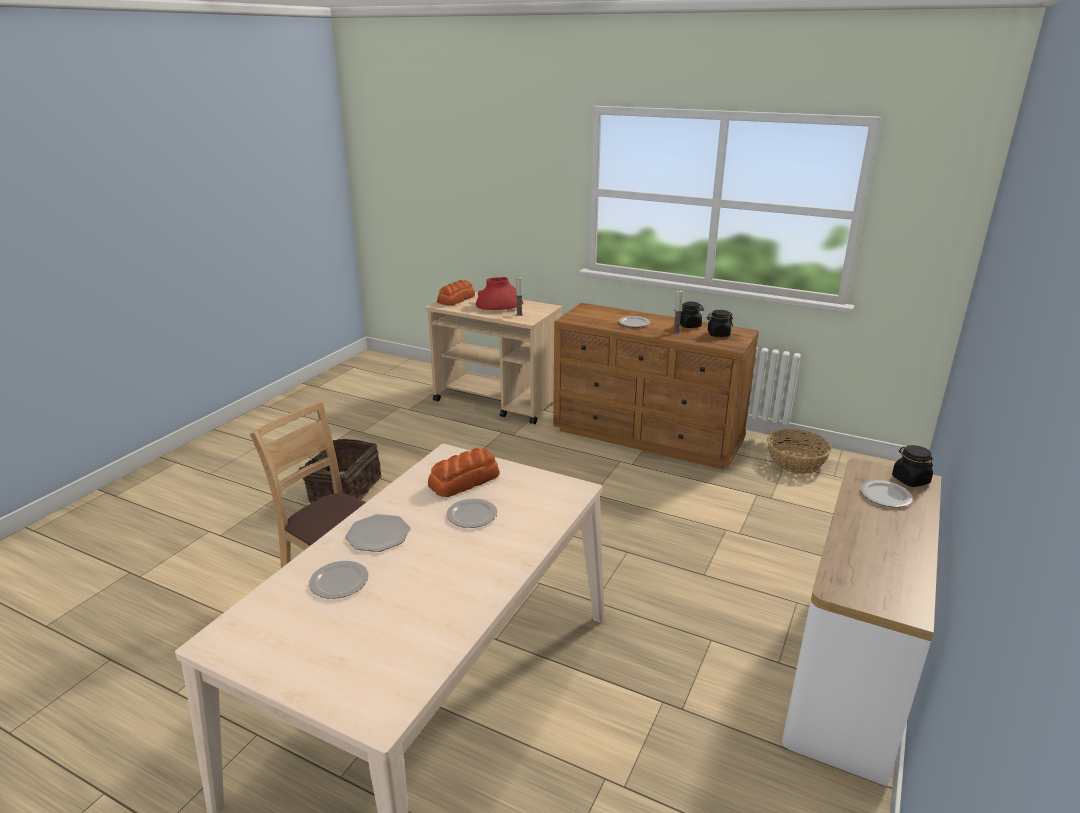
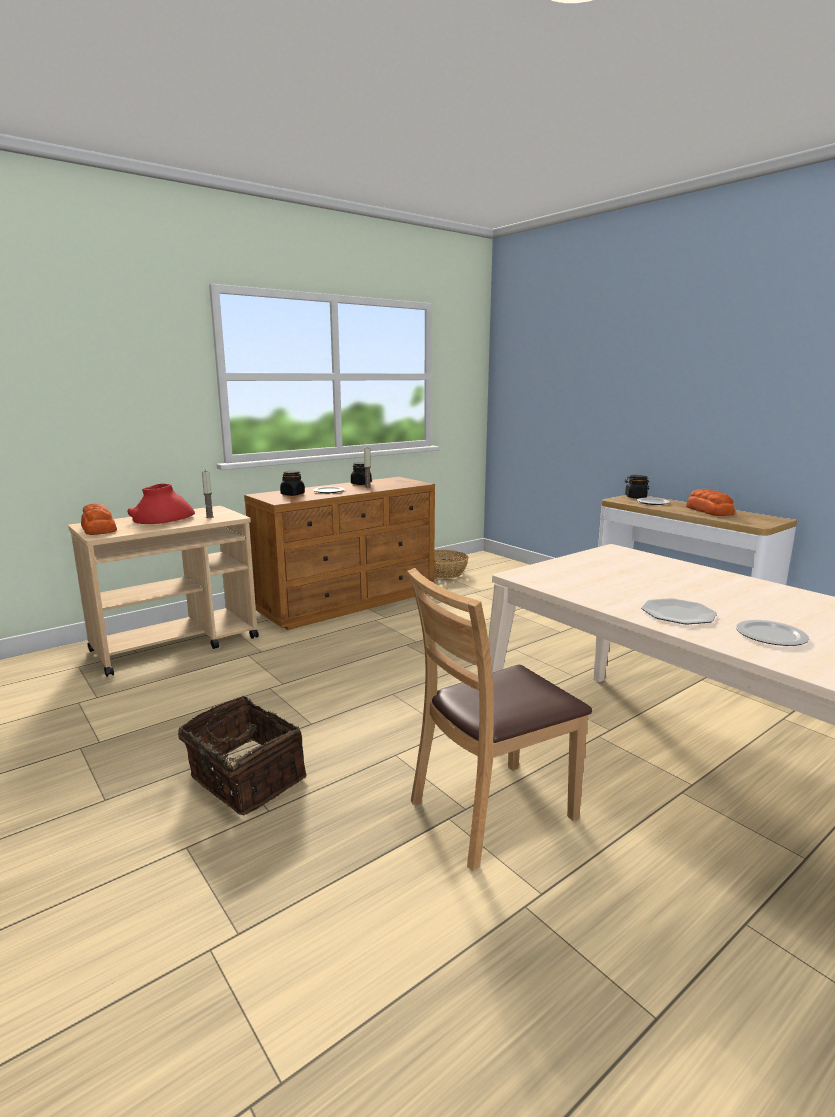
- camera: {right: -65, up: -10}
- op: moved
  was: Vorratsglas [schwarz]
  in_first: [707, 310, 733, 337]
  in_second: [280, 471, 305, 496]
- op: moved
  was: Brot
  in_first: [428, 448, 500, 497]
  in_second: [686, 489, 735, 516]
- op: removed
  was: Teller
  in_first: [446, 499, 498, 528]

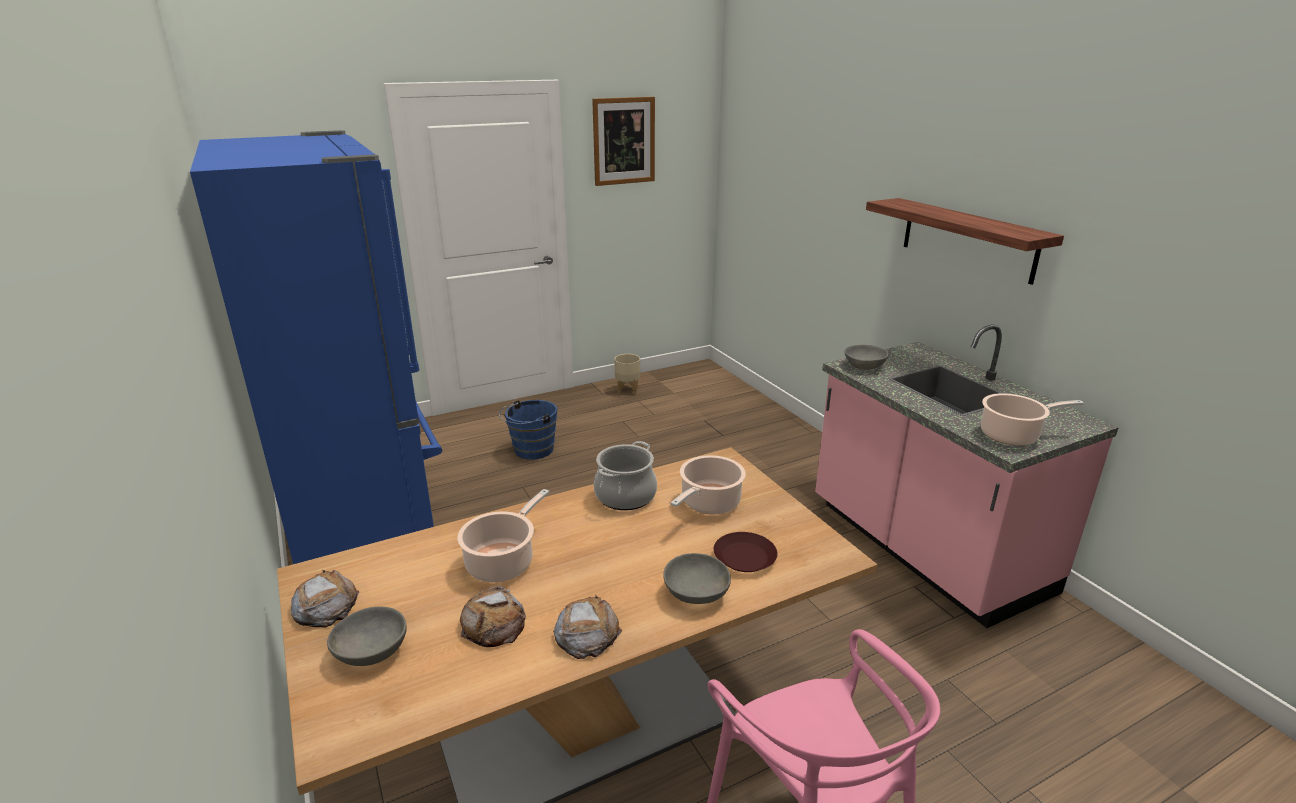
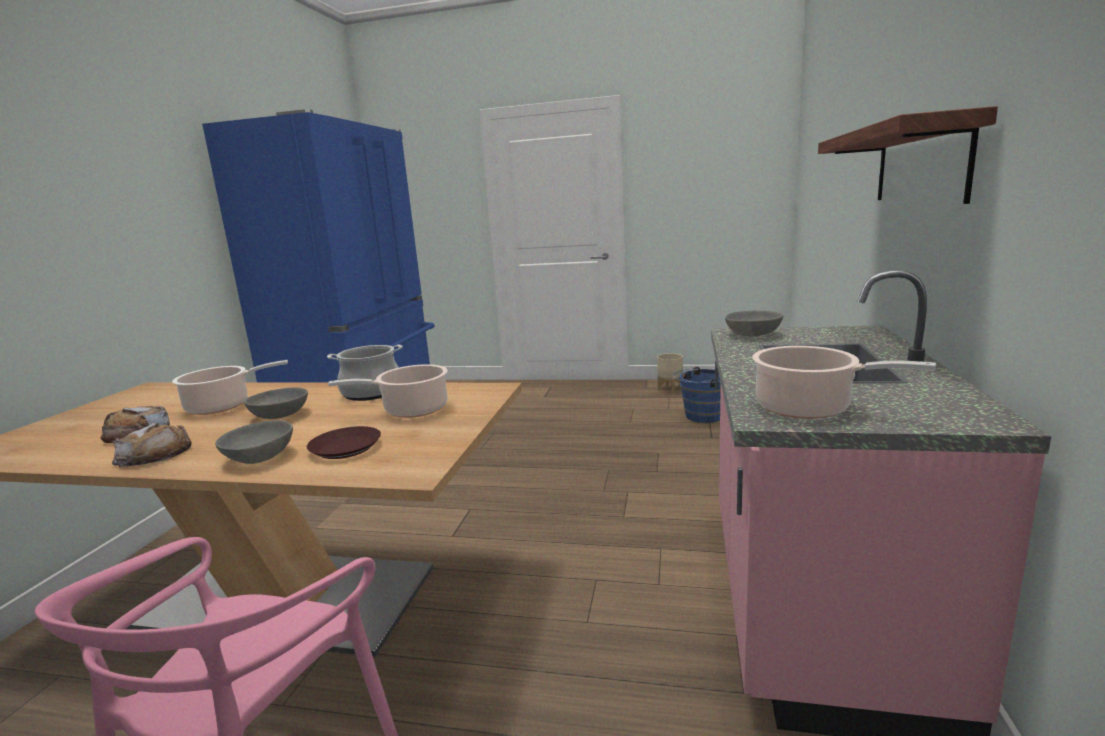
- camera: {right: 40, up: -10}
- op: removed
  was: Bild
  in_first: [592, 97, 655, 186]
- op: moved
  was: Eimer [blau]
  in_first: [499, 400, 557, 460]
  in_second: [673, 367, 721, 423]
- op: removed
  was: Brot
  in_first: [291, 570, 360, 628]
- op: moved
  was: Schüssel [grau]
  in_first: [327, 607, 407, 666]
  in_second: [244, 387, 308, 419]

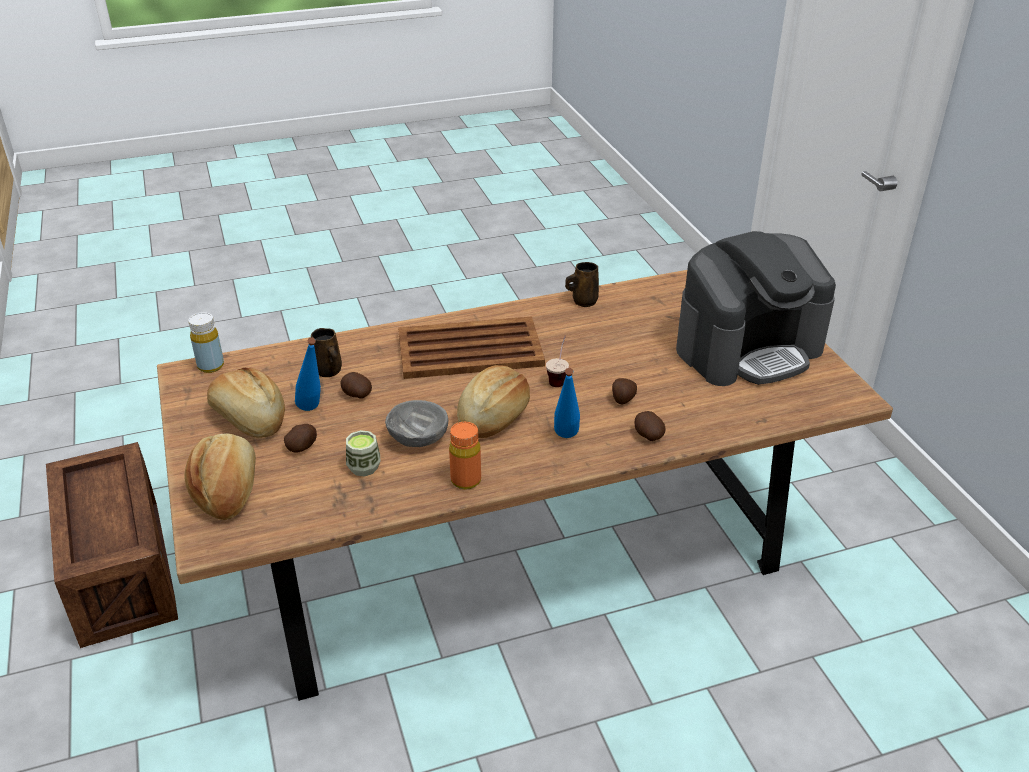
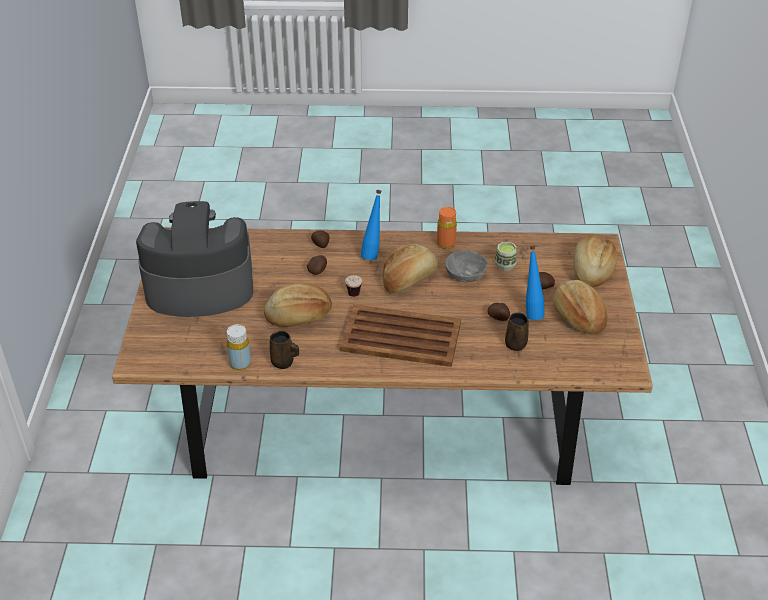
- camera: {right: -160, up: 5}
- op: moved
  was: Flasche [gelb]
  in_first: [188, 312, 224, 373]
  in_second: [227, 324, 251, 371]
- op: removed
  was: Kiste
  in_first: [46, 442, 178, 648]
- op: added
  now: Brot
  in_second: [264, 283, 332, 327]

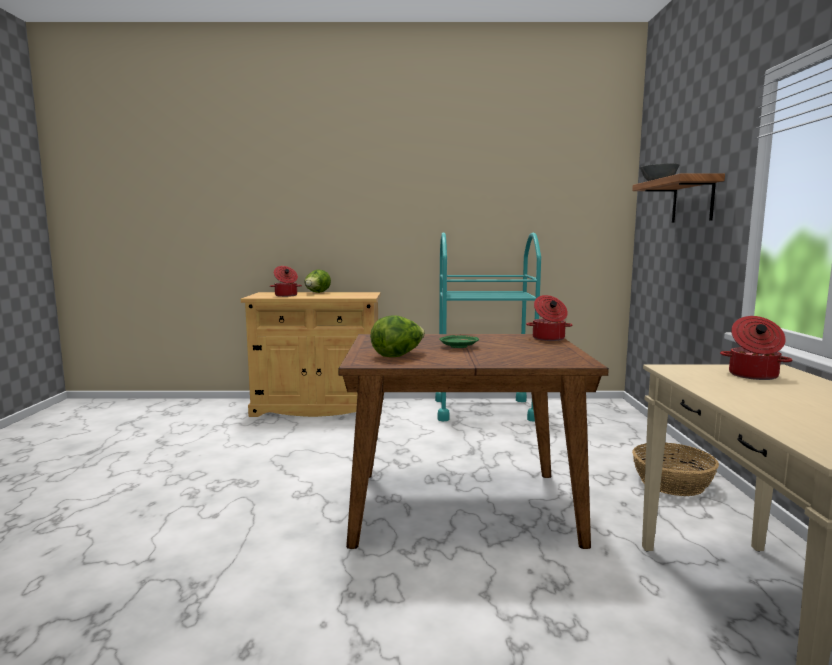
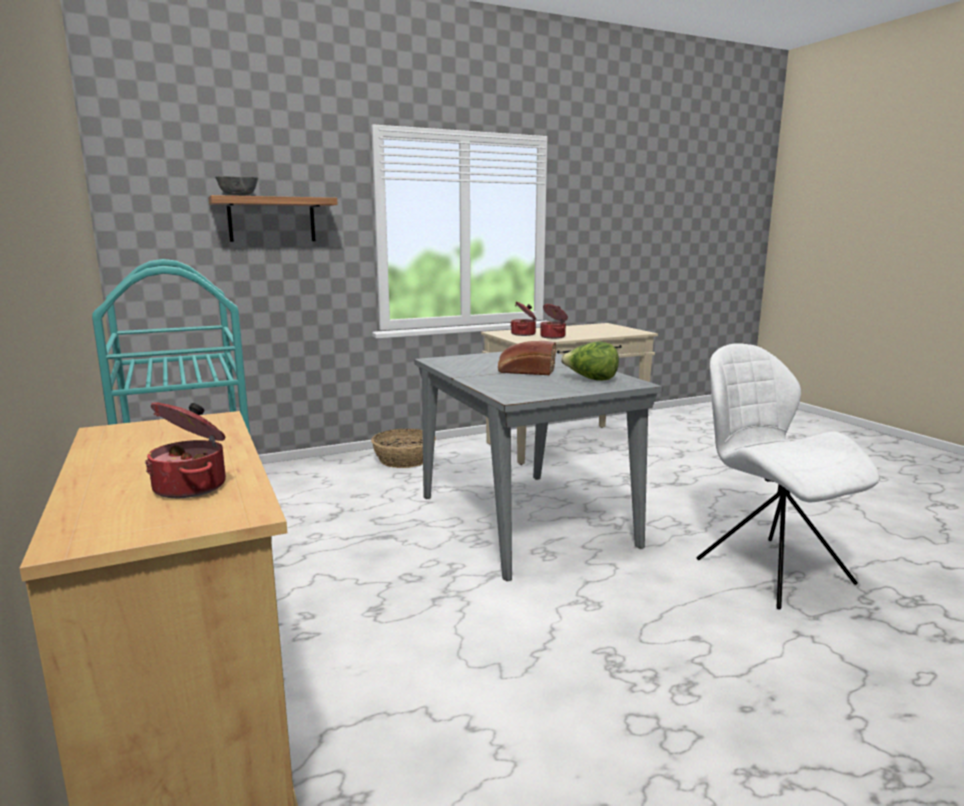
- camera: {right: -115, up: 5}
- op: removed
  was: Salatkopf
  in_first: [304, 269, 331, 293]
- op: moved
  was: Kochtopf
  in_first: [526, 295, 573, 341]
  in_second: [540, 304, 568, 339]
- op: recoloured
  was: Esstisch [braun]
  now: Esstisch [grau]
  in_first: [338, 334, 609, 549]
  in_second: [415, 352, 662, 581]
- op: replaced
  was: Teller [grün]
  now: Brot
  in_first: [439, 335, 479, 348]
  in_second: [498, 341, 556, 375]
- op: added
  now: Stuhl [weiß]
  in_second: [697, 343, 880, 609]

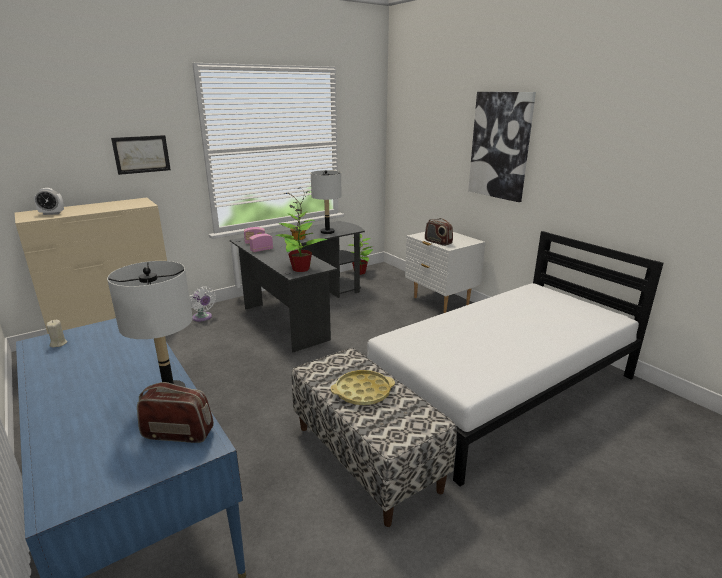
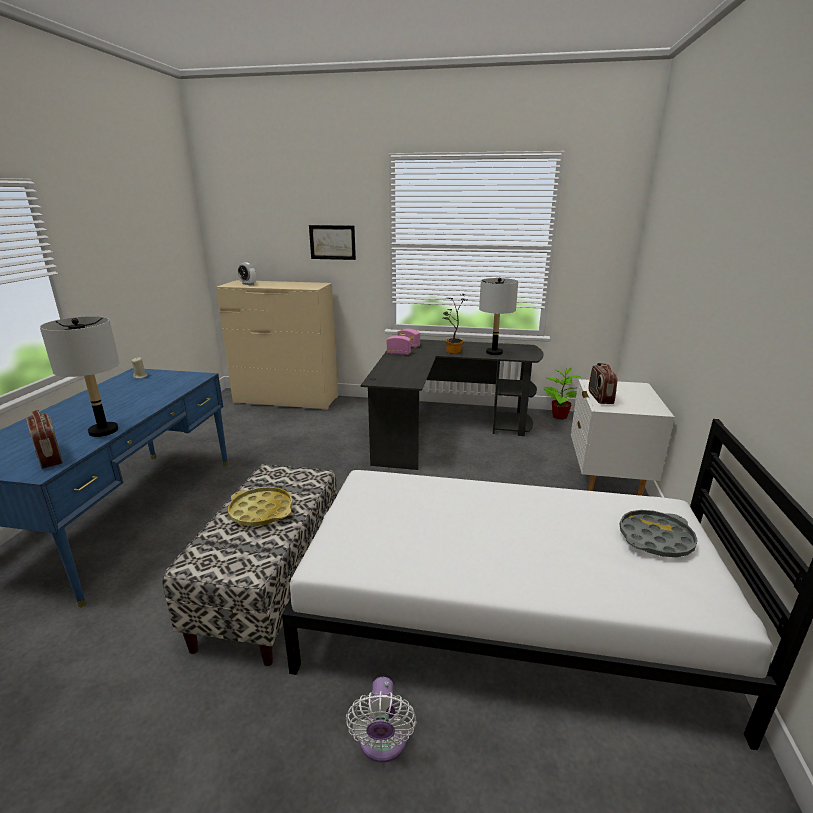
- camera: {right: 45, up: 0}
- op: removed
  was: Bild
  in_first: [468, 92, 536, 202]
- op: removed
  was: Topfpflanze
  in_first: [275, 211, 328, 272]
- op: moved
  was: Ventilator [weiß]
  in_first: [191, 287, 216, 321]
  in_second: [346, 677, 416, 763]
- op: added
  now: Tablett [grau]
  in_second: [620, 510, 698, 557]

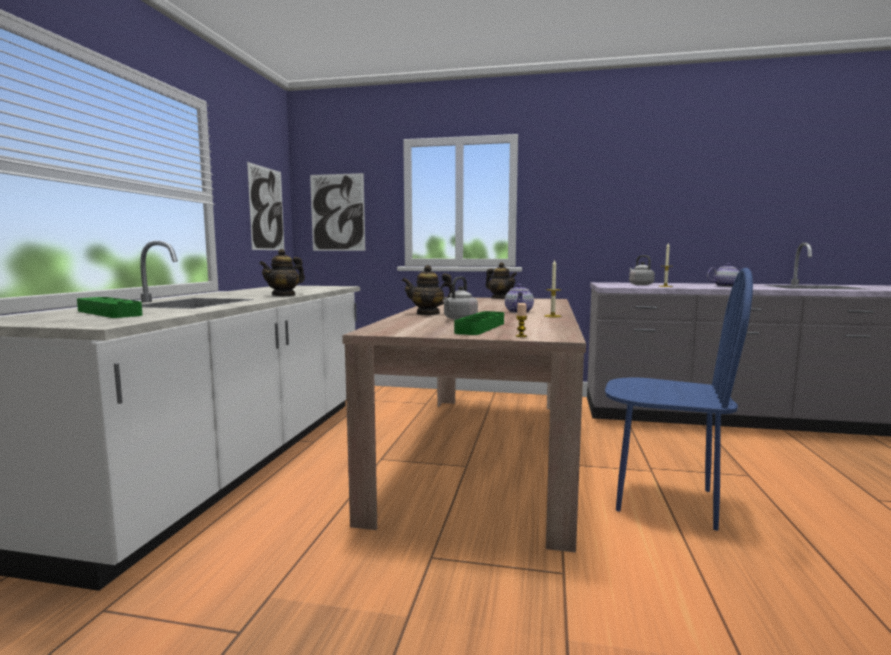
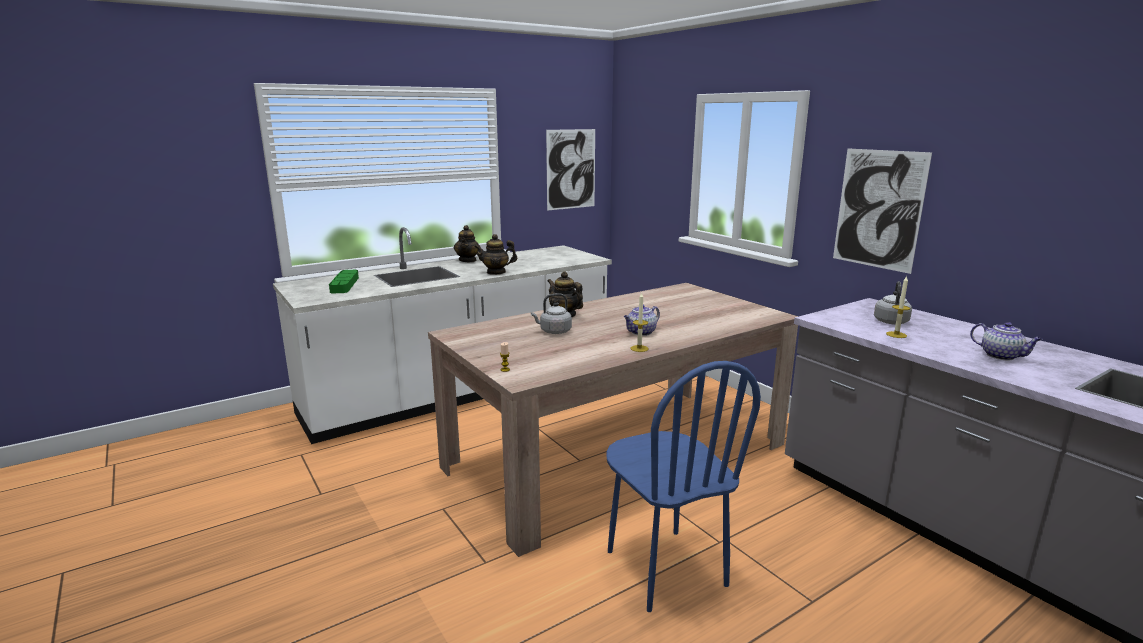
- camera: {right: 45, up: 10}
- op: moved
  was: Bild
  in_first: [310, 173, 365, 251]
  in_second: [833, 148, 932, 274]
- op: moved
  was: Teekanne
  in_first: [486, 262, 517, 299]
  in_second: [454, 225, 481, 262]
- op: removed
  was: Tablett [grün]
  in_first: [454, 311, 504, 335]

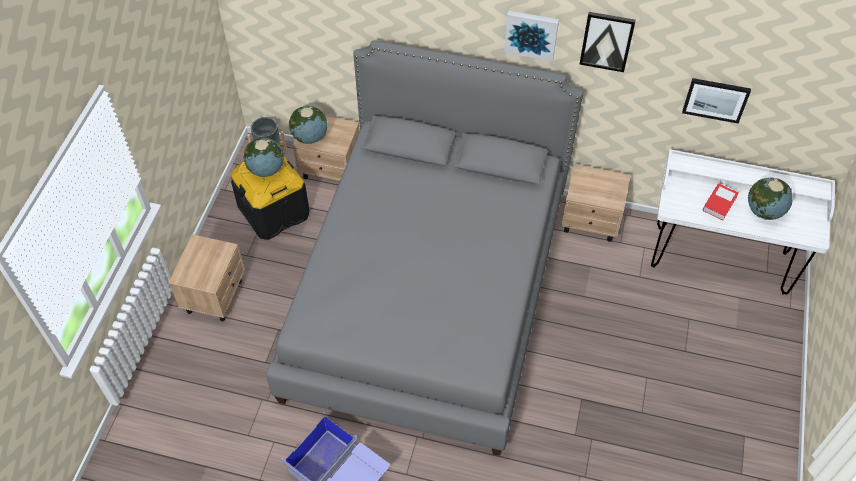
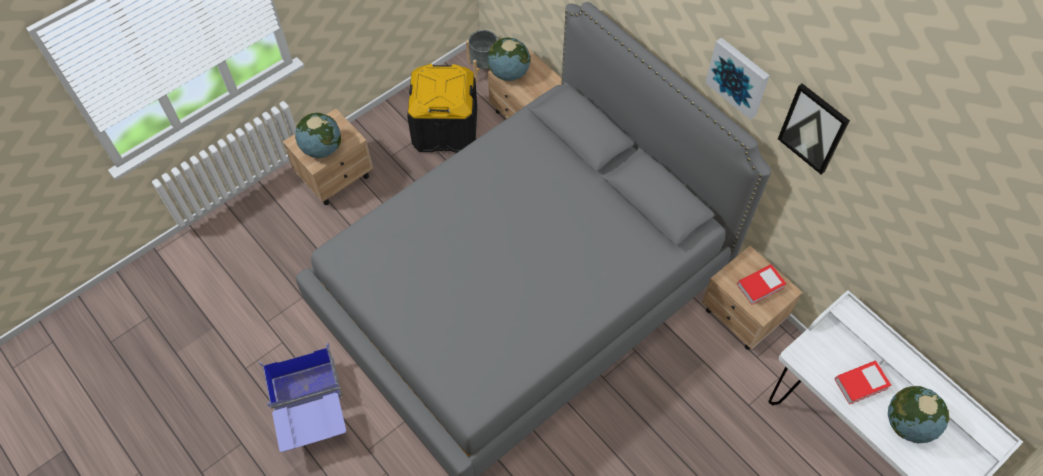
- camera: {right: 35, up: 5}
- op: removed
  was: Bild
  in_first: [682, 78, 751, 123]
- op: moved
  was: Globus
  in_first: [244, 138, 284, 177]
  in_second: [295, 113, 341, 158]
- op: added
  now: Buch
  in_second: [737, 264, 786, 305]

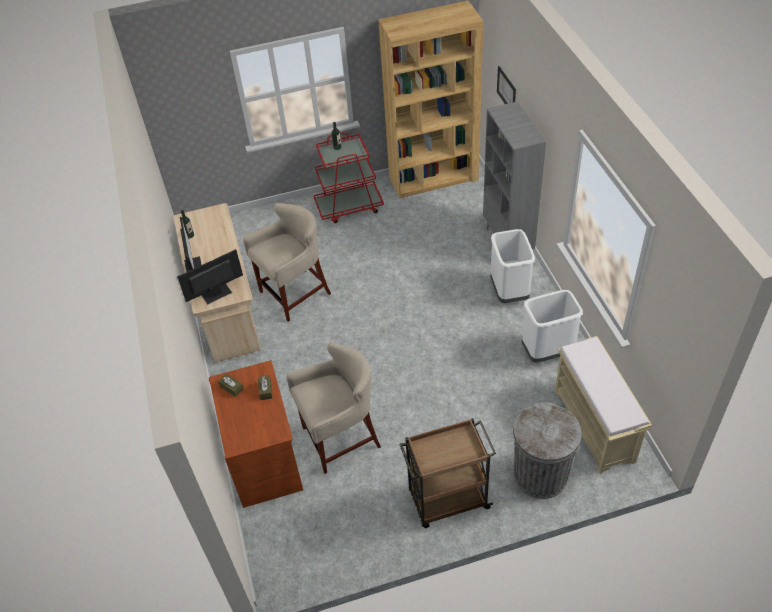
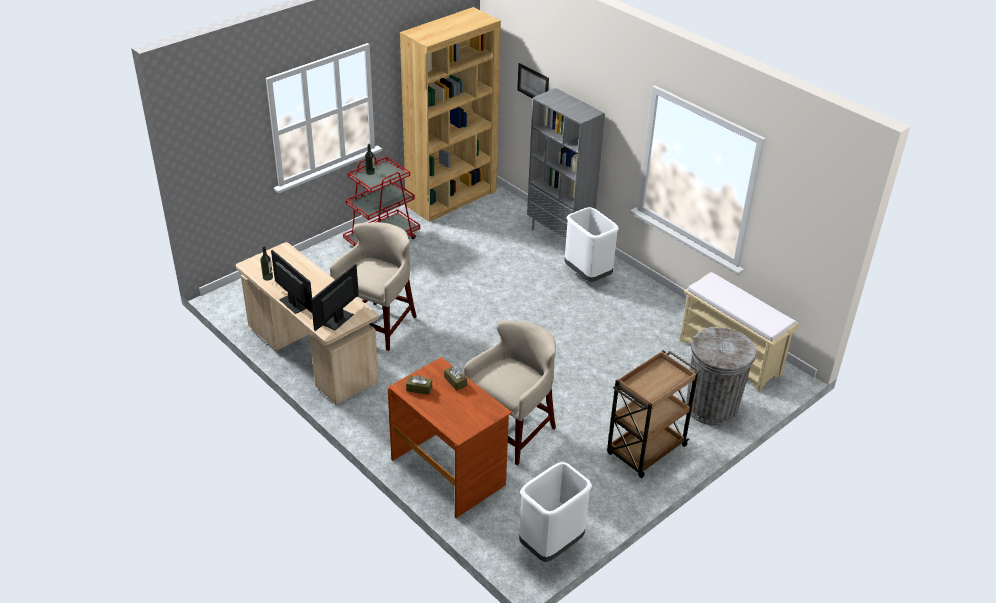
- camera: {right: -30, up: -10}
- op: moved
  was: Mülleimer [weiß]
  in_first: [522, 290, 583, 362]
  in_second: [519, 462, 592, 562]

